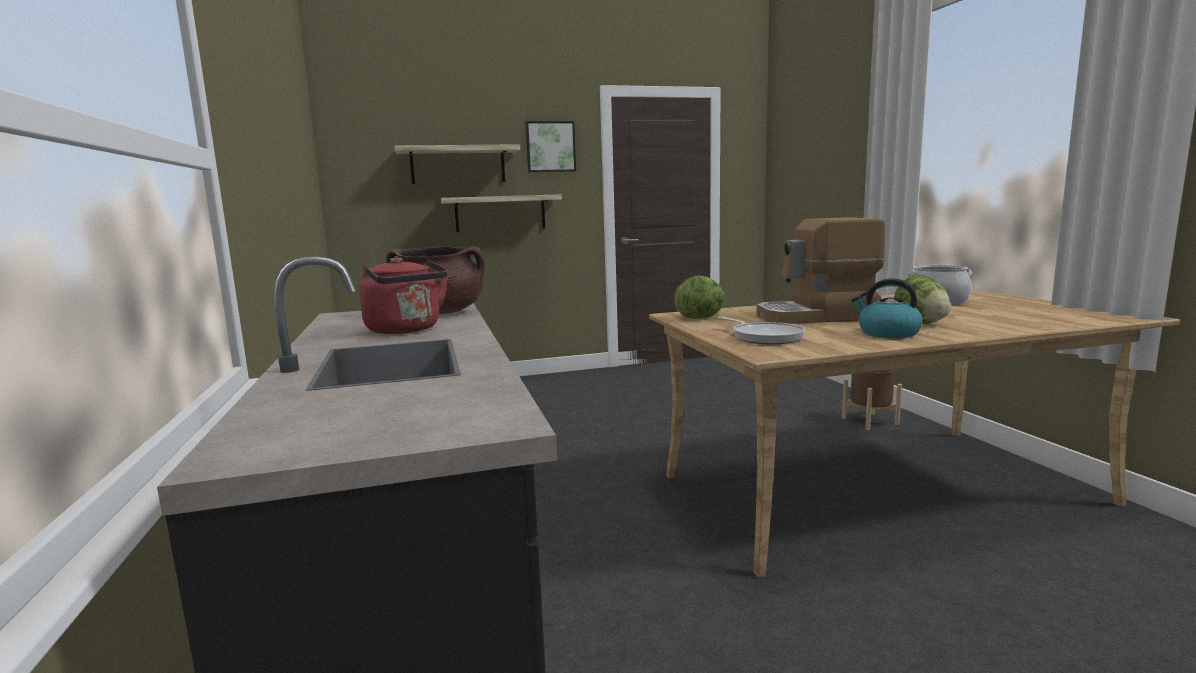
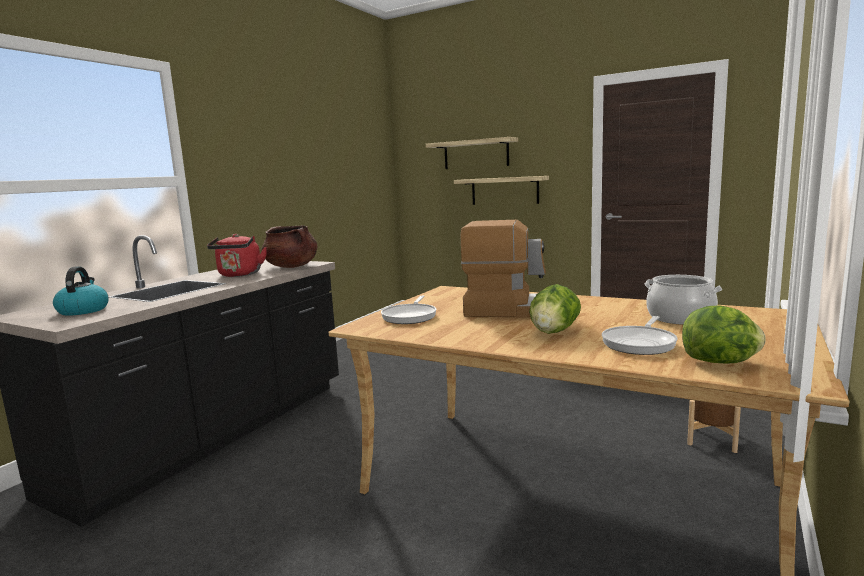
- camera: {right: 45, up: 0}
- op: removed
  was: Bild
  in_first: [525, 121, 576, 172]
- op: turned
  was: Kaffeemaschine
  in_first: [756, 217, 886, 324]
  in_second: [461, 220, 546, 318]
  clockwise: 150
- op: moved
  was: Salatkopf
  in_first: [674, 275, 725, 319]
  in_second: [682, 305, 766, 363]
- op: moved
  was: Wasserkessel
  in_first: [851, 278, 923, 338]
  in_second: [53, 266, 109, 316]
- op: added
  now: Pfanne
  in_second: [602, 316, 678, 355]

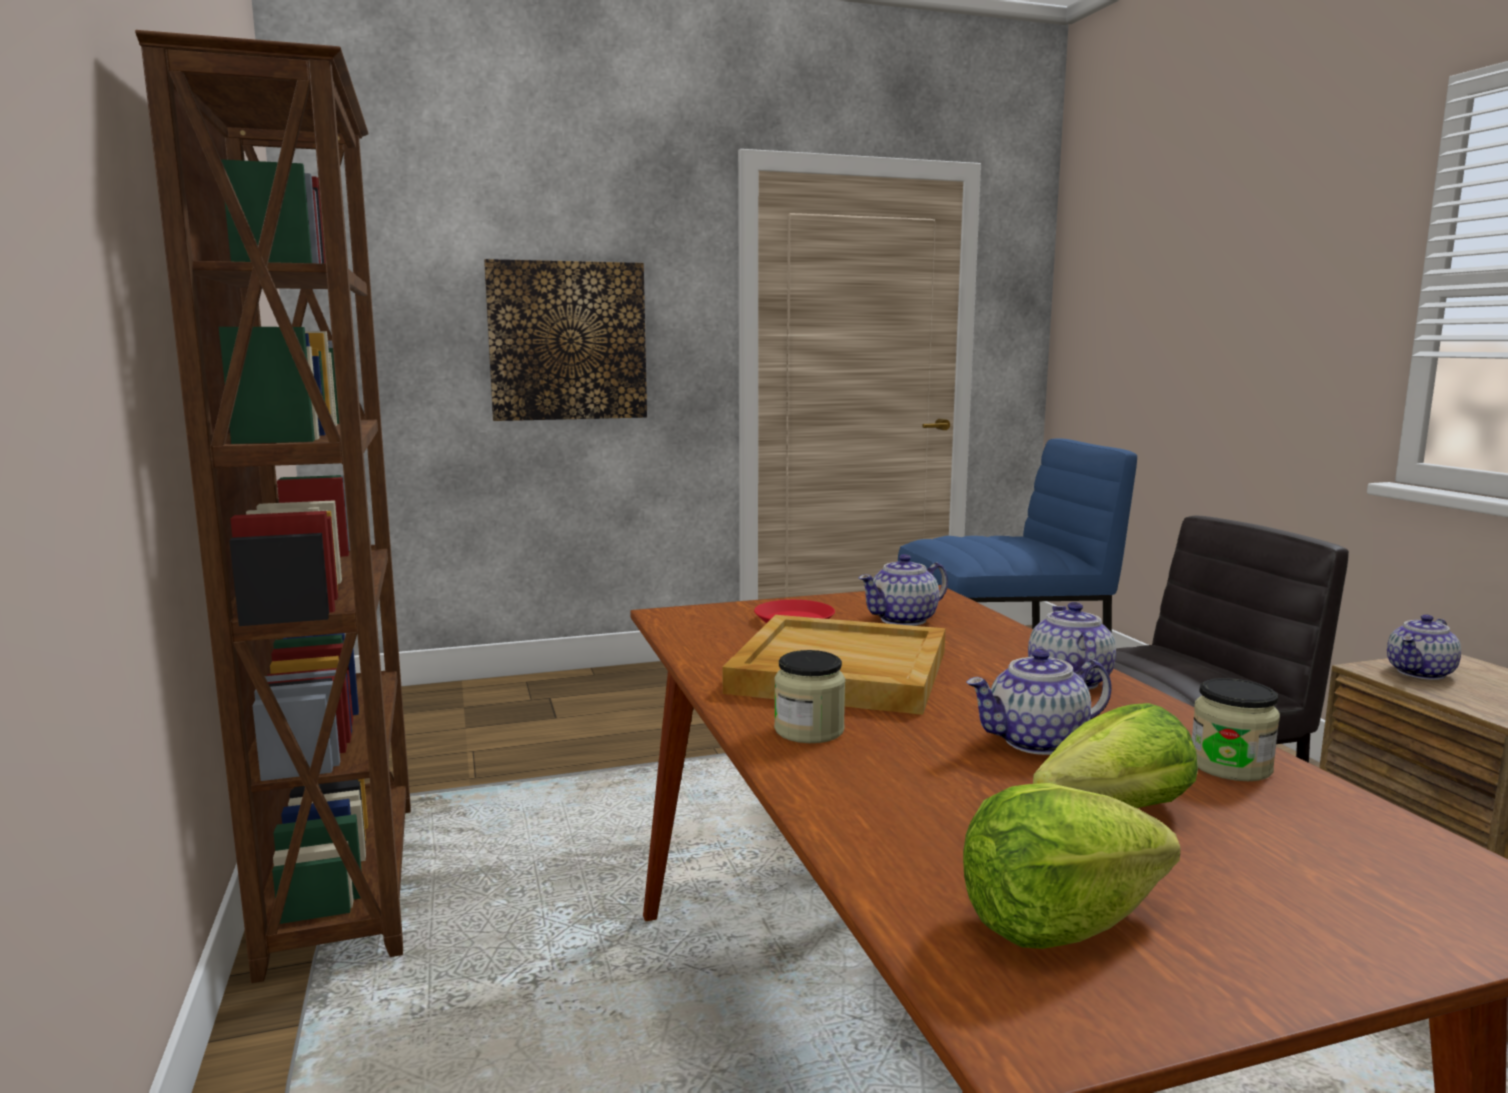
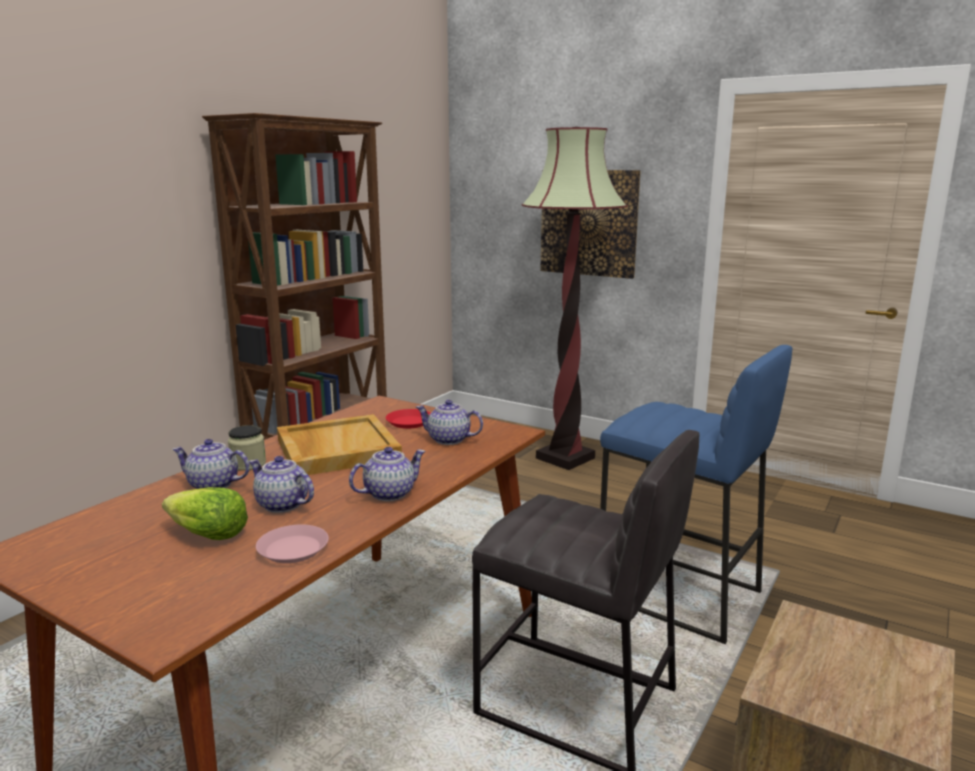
- camera: {right: 50, up: 5}
- op: moved
  was: Teekanne
  in_first: [1387, 614, 1461, 680]
  in_second: [172, 439, 250, 489]
- op: replaced
  was: Vorratsglas
  now: Teller [rosa]
  in_first: [1192, 678, 1280, 781]
  in_second: [256, 525, 329, 563]
- op: removed
  was: Salatkopf
  in_first: [963, 783, 1181, 949]
- op: added
  now: Stehlampe
  in_second: [522, 127, 628, 470]

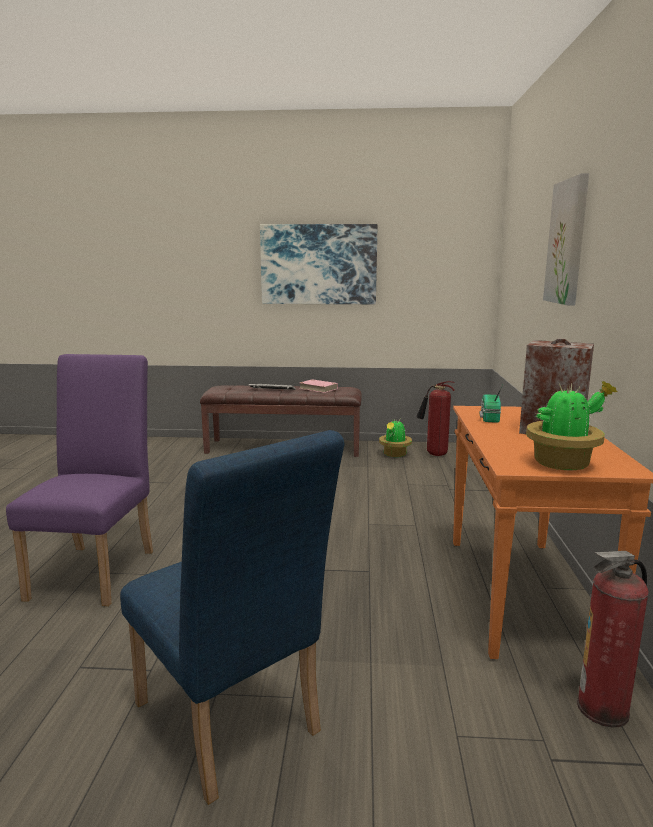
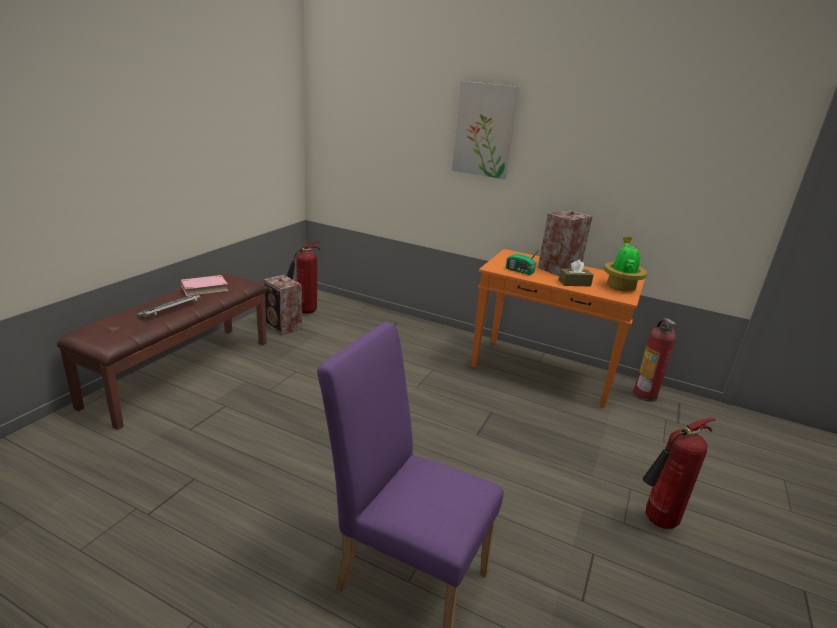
- camera: {right: -70, up: 10}
- op: removed
  was: Bild
  in_first: [260, 224, 377, 304]
- op: replaced
  was: Topfpflanze
  now: Lautsprecher
  in_first: [379, 419, 412, 457]
  in_second: [263, 275, 302, 335]
- op: replaced
  was: Stuhl [blau]
  now: Feuerlöscher
  in_first: [120, 430, 345, 805]
  in_second: [643, 418, 716, 529]
- op: added
  now: Taschentuchbox [braun]
  in_second: [559, 260, 594, 286]

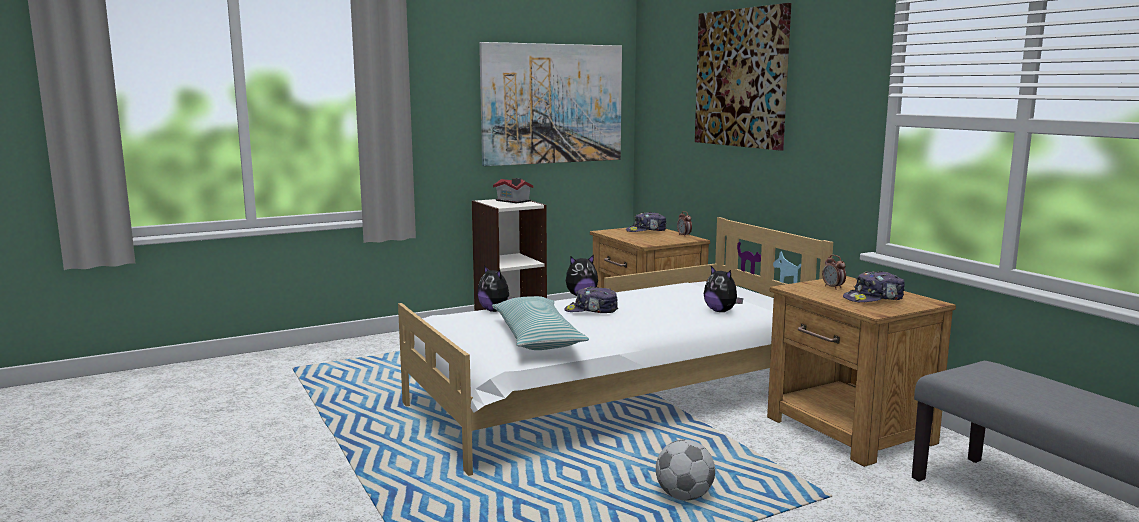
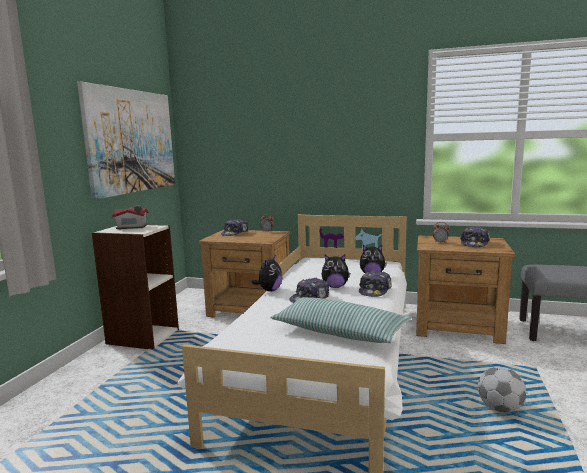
- camera: {right: -45, up: 0}
- op: removed
  was: Bild
  in_first: [695, 3, 791, 151]
- op: moved
  was: Plüschtier
  in_first: [477, 265, 515, 312]
  in_second: [322, 255, 350, 288]
- op: added
  now: Kappe
  in_second: [359, 270, 392, 297]

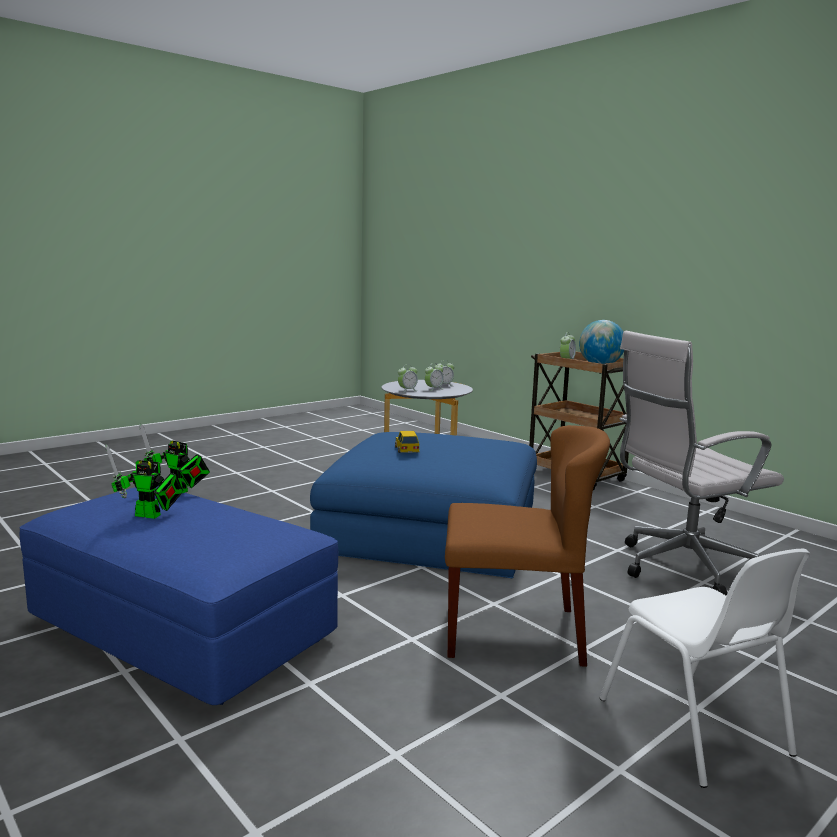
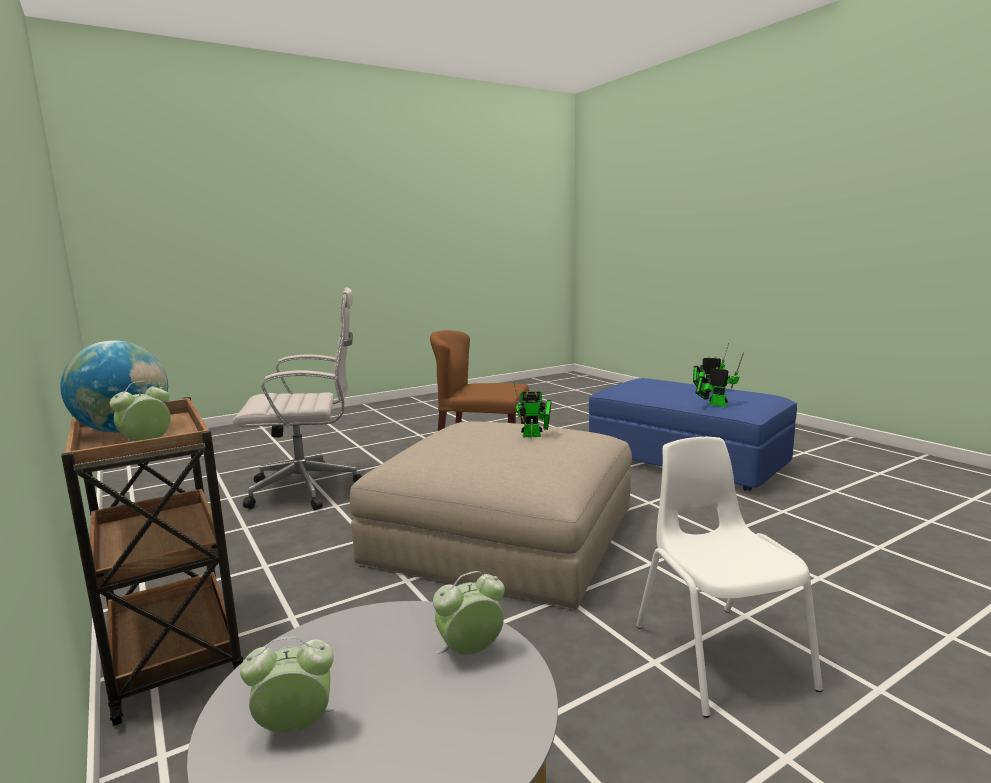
- camera: {right: -170, up: 0}
- op: removed
  was: Wecker
  in_first: [425, 365, 444, 391]
- op: replaced
  was: Spielzeugauto
  now: Spielzeugroboter
  in_first: [395, 431, 420, 453]
  in_second: [513, 380, 552, 437]
- op: recoloured
  was: Polsterhocker [blau]
  now: Polsterhocker [beige]
  in_first: [310, 432, 537, 578]
  in_second: [350, 421, 632, 610]
- op: moved
  was: Stuhl [weiß]
  in_first: [600, 549, 810, 788]
  in_second: [636, 437, 823, 718]

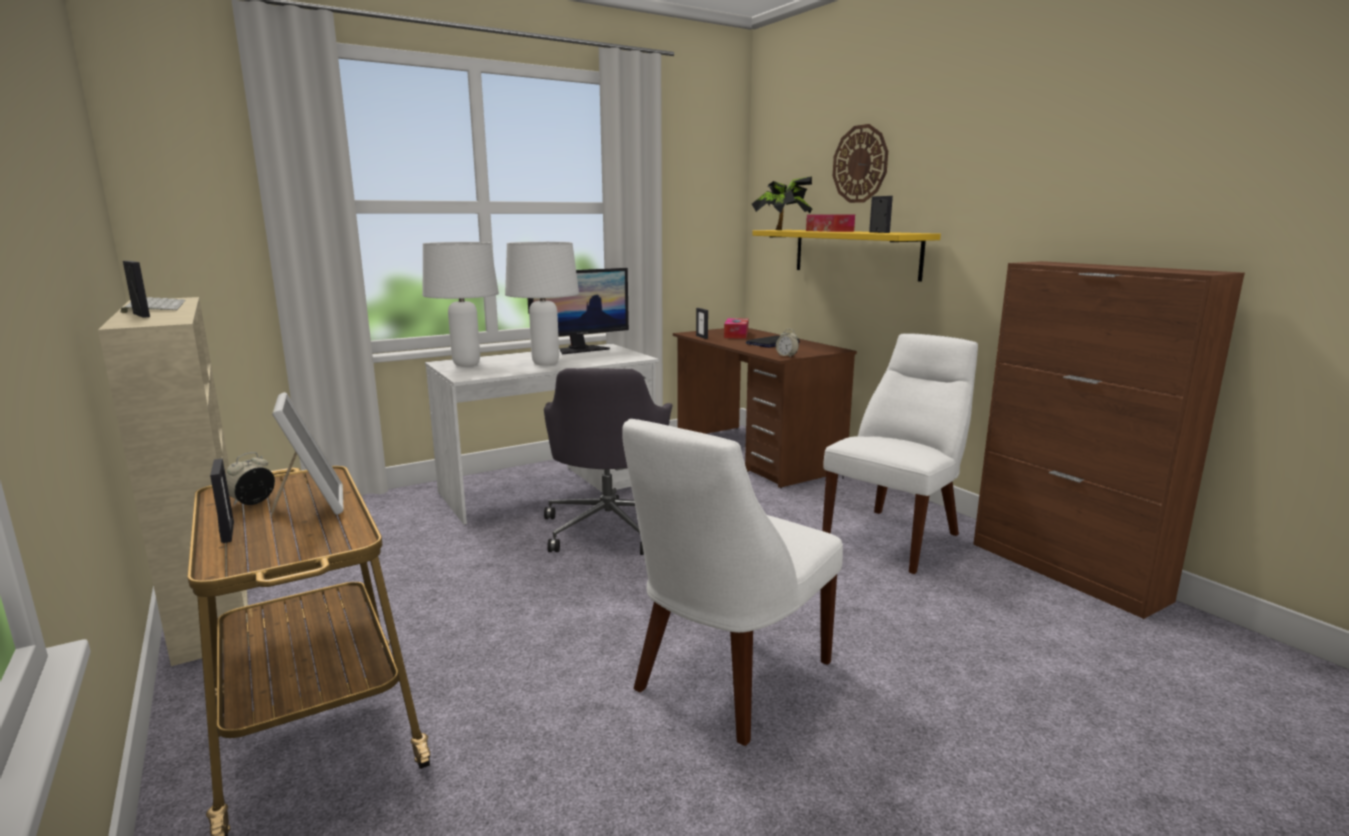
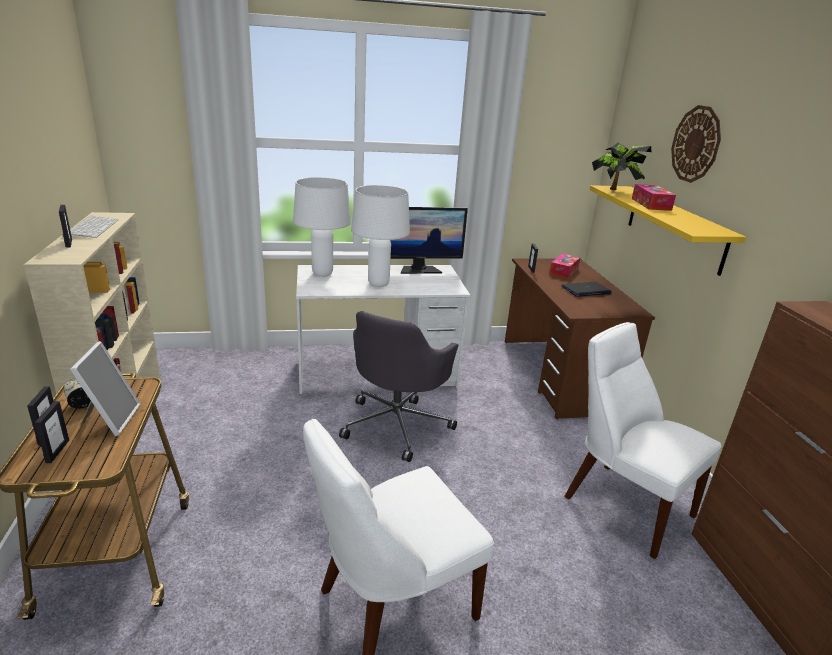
- camera: {right: 20, up: 10}
- op: moved
  was: Bilderrahmen
  in_first: [869, 196, 893, 233]
  in_second: [35, 401, 69, 463]
- op: removed
  was: Wecker
  in_first: [776, 329, 799, 358]
- op: turned
  was: Stuhl [weiß]
  in_first: [822, 334, 978, 574]
  in_second: [564, 322, 722, 559]
  clockwise: -105

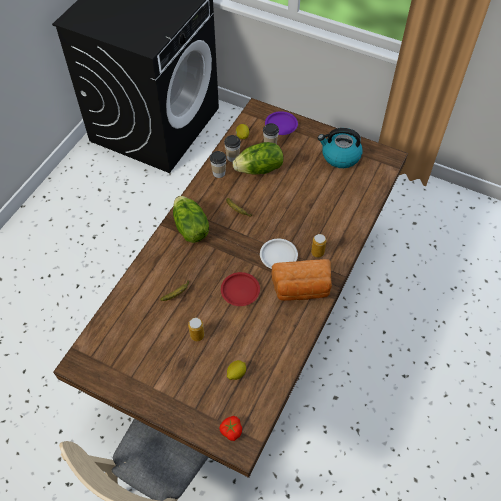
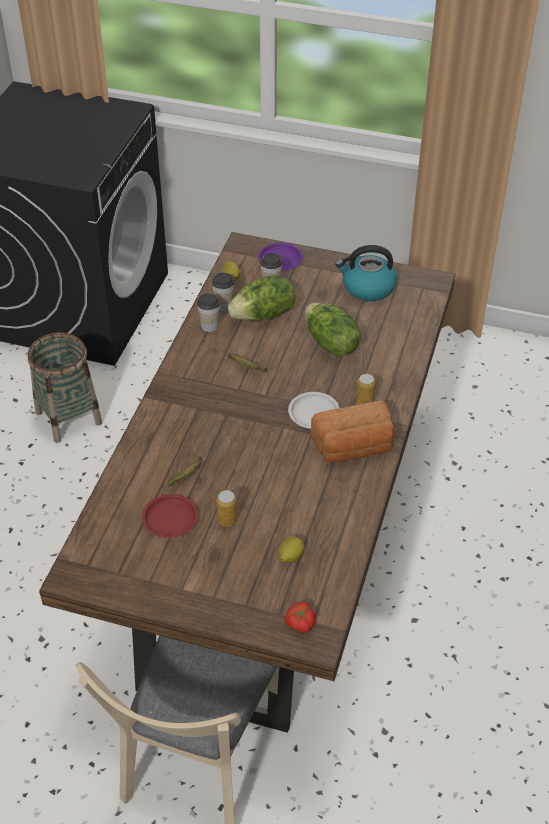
- camera: {right: -10, up: -10}
- op: moved
  was: Salatkopf
  in_first: [173, 196, 209, 243]
  in_second: [305, 303, 361, 357]
- op: moved
  was: Teller [rot]
  in_first: [221, 272, 260, 306]
  in_second: [142, 494, 198, 538]
- op: added
  now: Korb
  in_second: [27, 332, 102, 443]

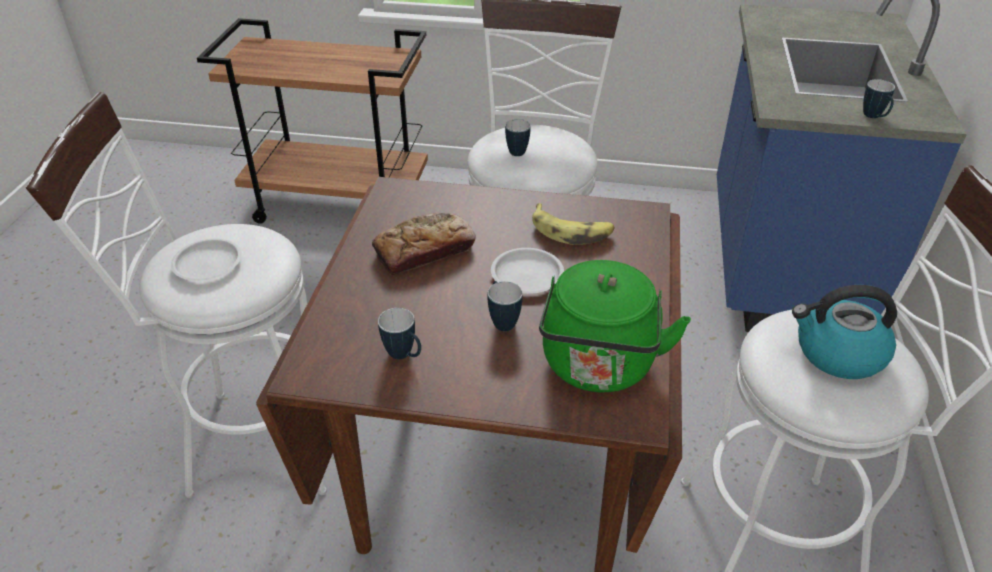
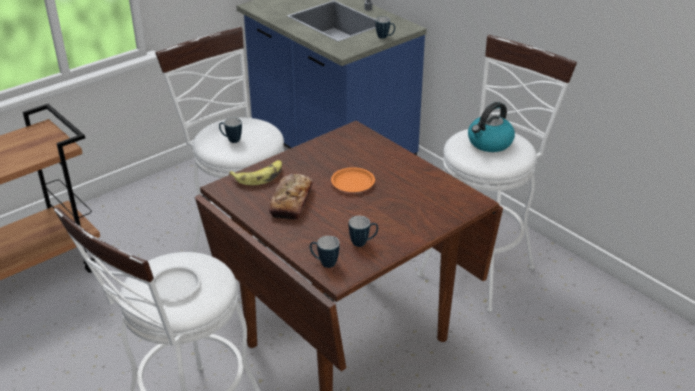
- camera: {right: -50, up: -5}
- op: moved
  was: Banane
  in_first: [532, 203, 615, 245]
  in_second: [229, 160, 282, 185]
- op: recoloured
  was: Teller [weiß]
  now: Teller [orange]
  in_first: [491, 248, 564, 294]
  in_second: [331, 167, 375, 192]
- op: removed
  was: Wasserkessel [grün]
  in_first: [539, 260, 691, 392]
- op: moved
  was: Henkelbecher
  in_first: [487, 281, 523, 331]
  in_second: [310, 236, 340, 268]

